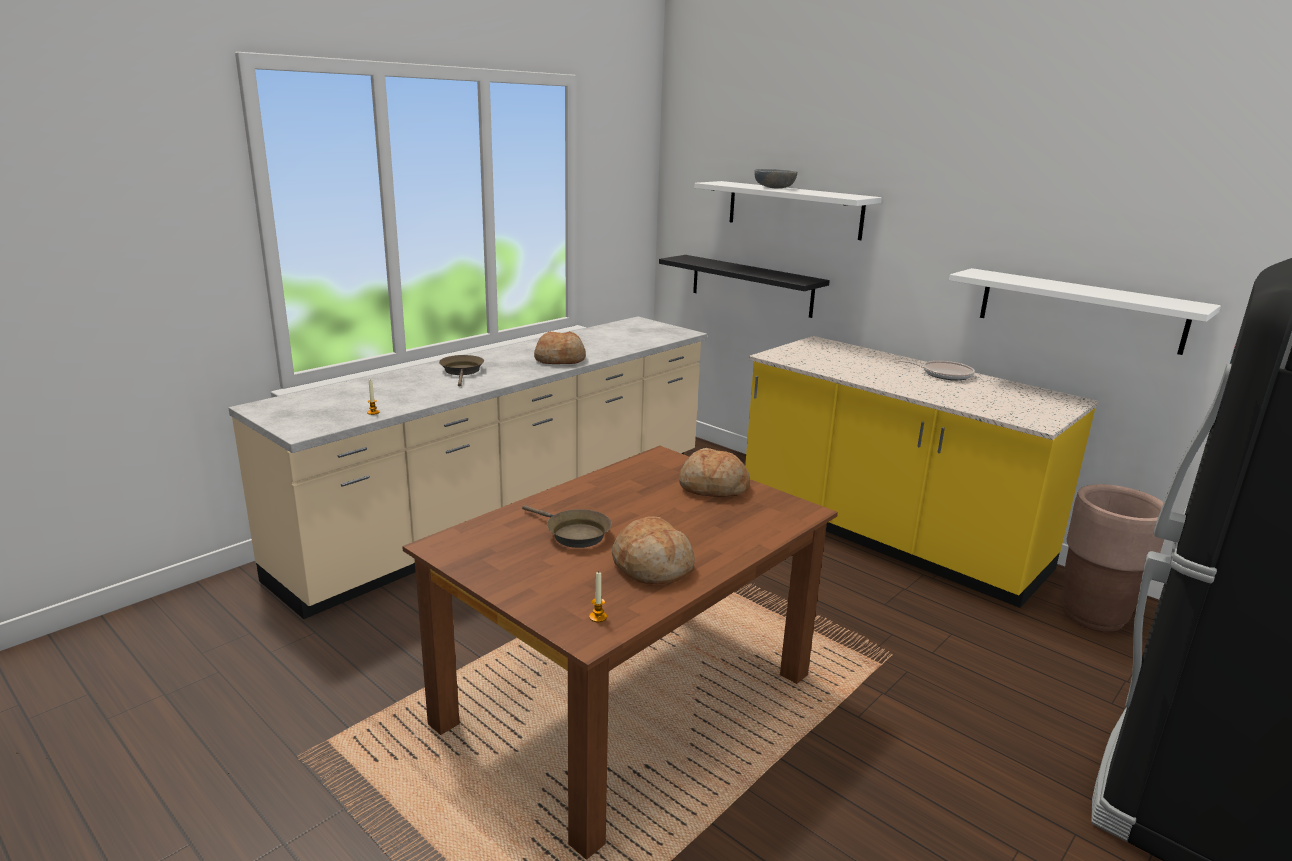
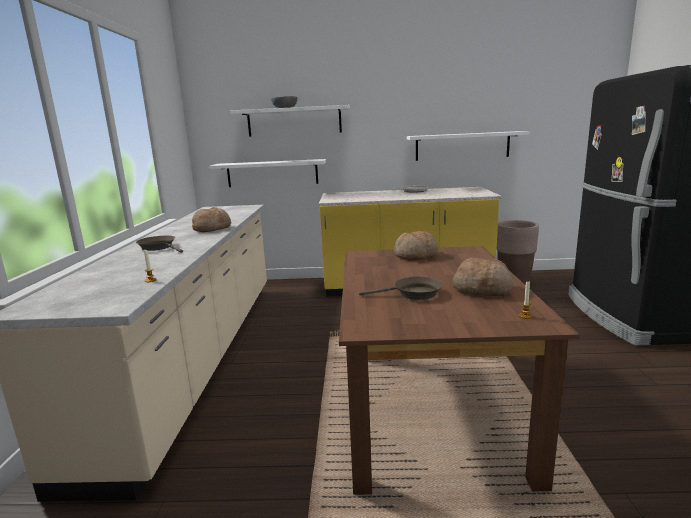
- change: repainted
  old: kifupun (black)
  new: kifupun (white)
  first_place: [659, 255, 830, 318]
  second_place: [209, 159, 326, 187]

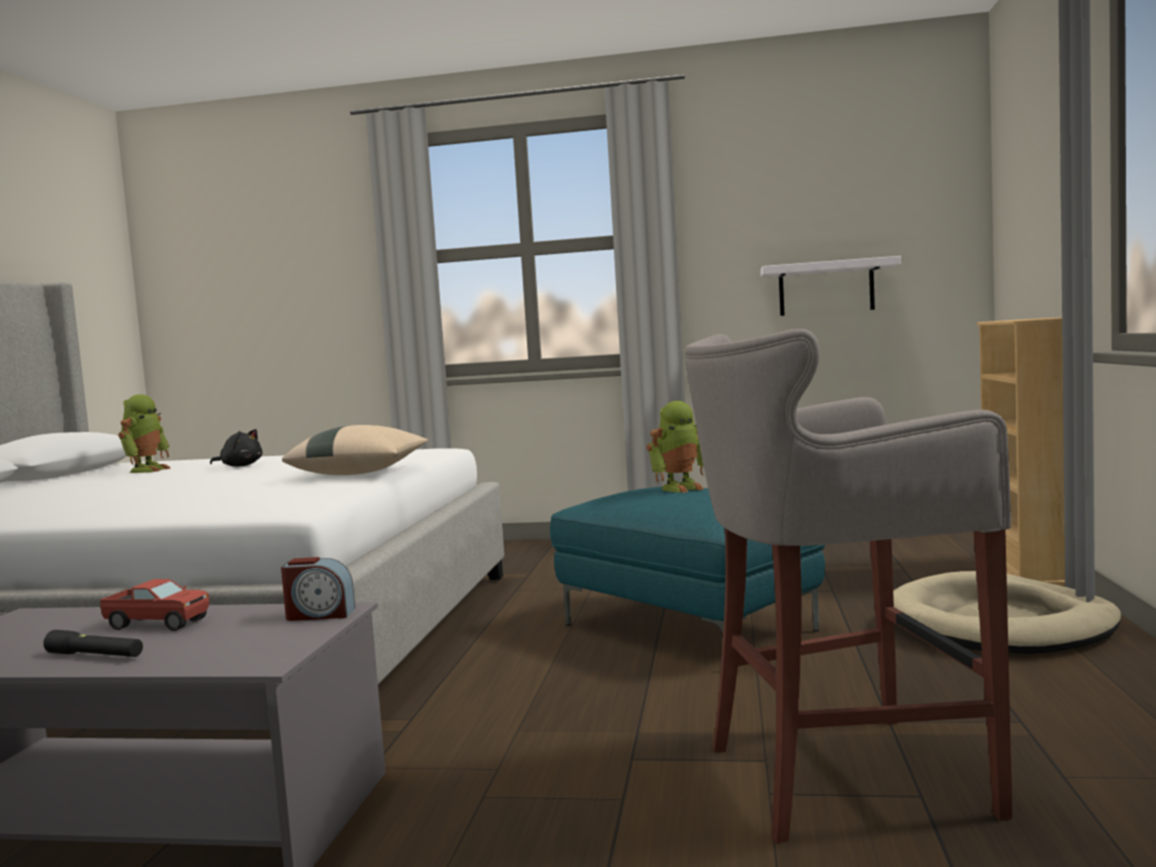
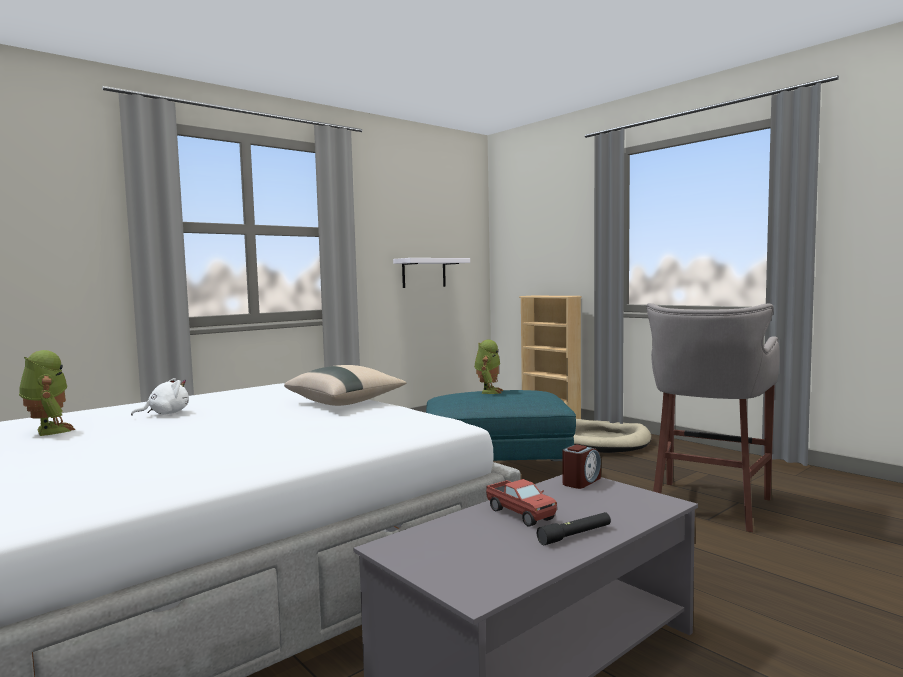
- change: repainted
  old: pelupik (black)
  new: pelupik (white)
  first_place: [210, 429, 262, 467]
  second_place: [131, 378, 189, 416]
- change: rotated
  old: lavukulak
  first_place: [100, 579, 209, 631]
  second_place: [486, 479, 557, 527]
  degrees: 90

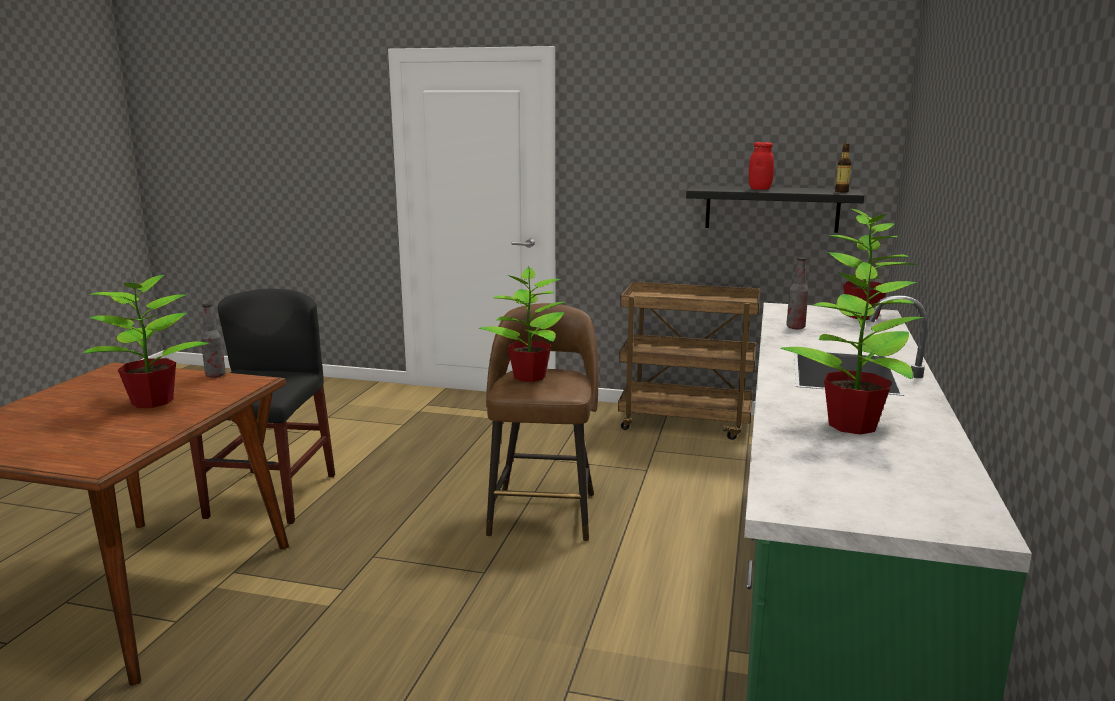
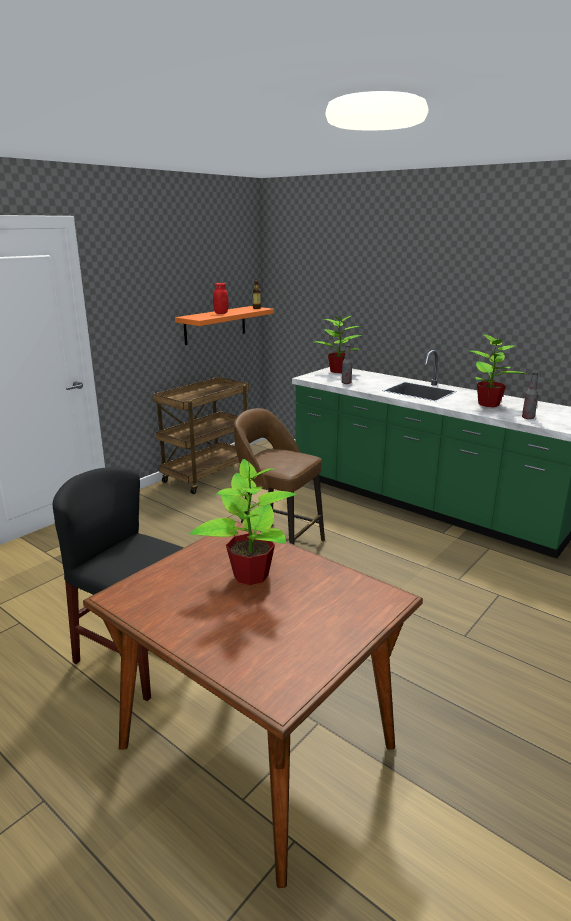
- change: repainted
  old: kifupun (black)
  new: kifupun (orange)
  first_place: [686, 185, 864, 233]
  second_place: [175, 306, 274, 345]
- change: gone
  old: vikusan
  first_place: [479, 266, 565, 382]
- change: shifted
  old: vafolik
  first_place: [201, 303, 226, 378]
  second_place: [522, 372, 539, 419]

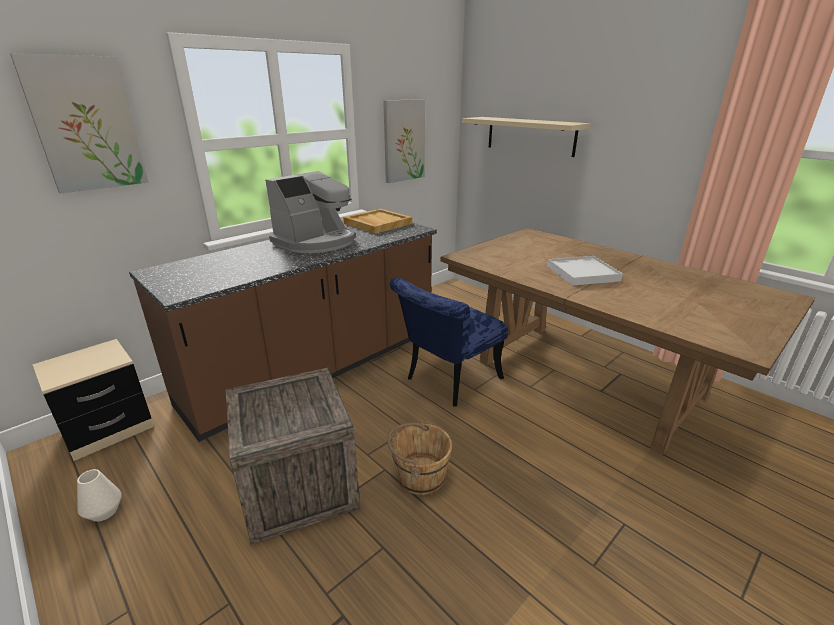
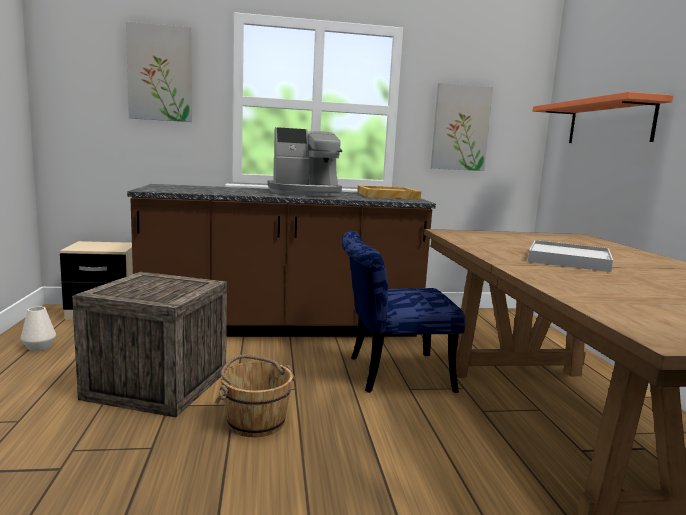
- change: repainted
  old: kifupun (beige)
  new: kifupun (orange)
  first_place: [462, 117, 591, 157]
  second_place: [533, 92, 673, 143]

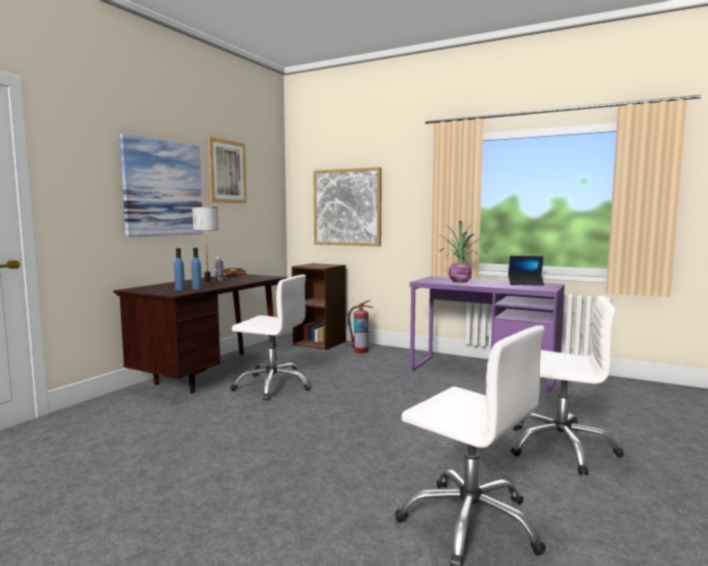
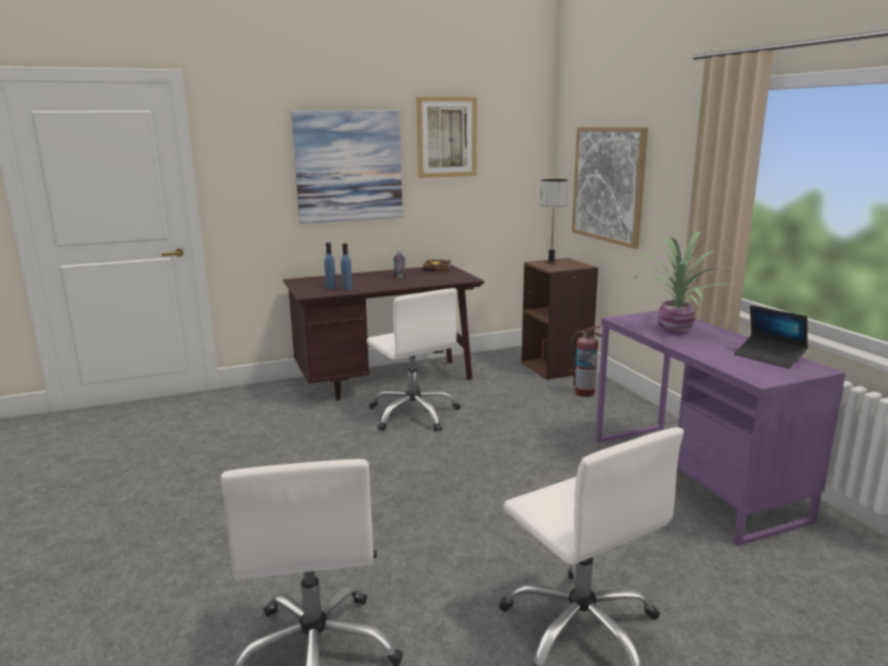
- change: shifted
  old: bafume
  first_place: [192, 207, 219, 284]
  second_place: [540, 179, 568, 264]

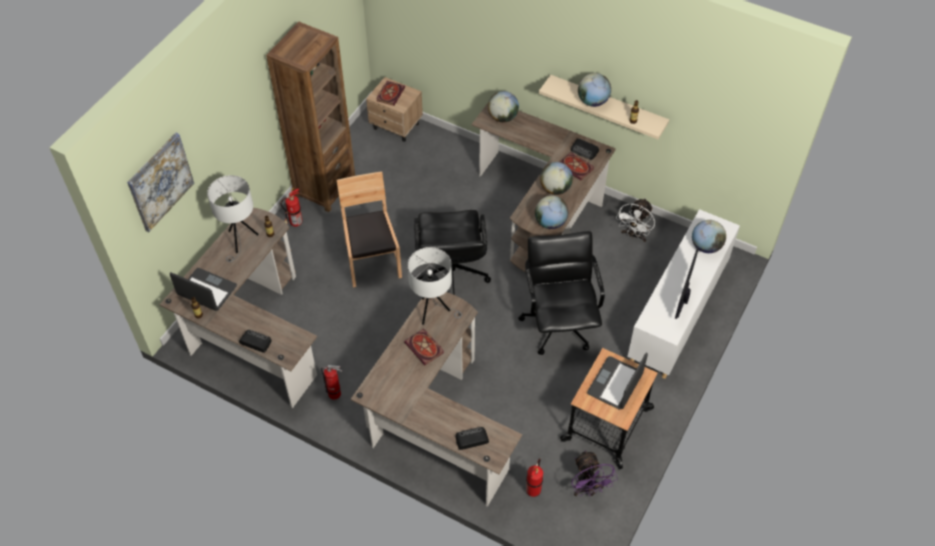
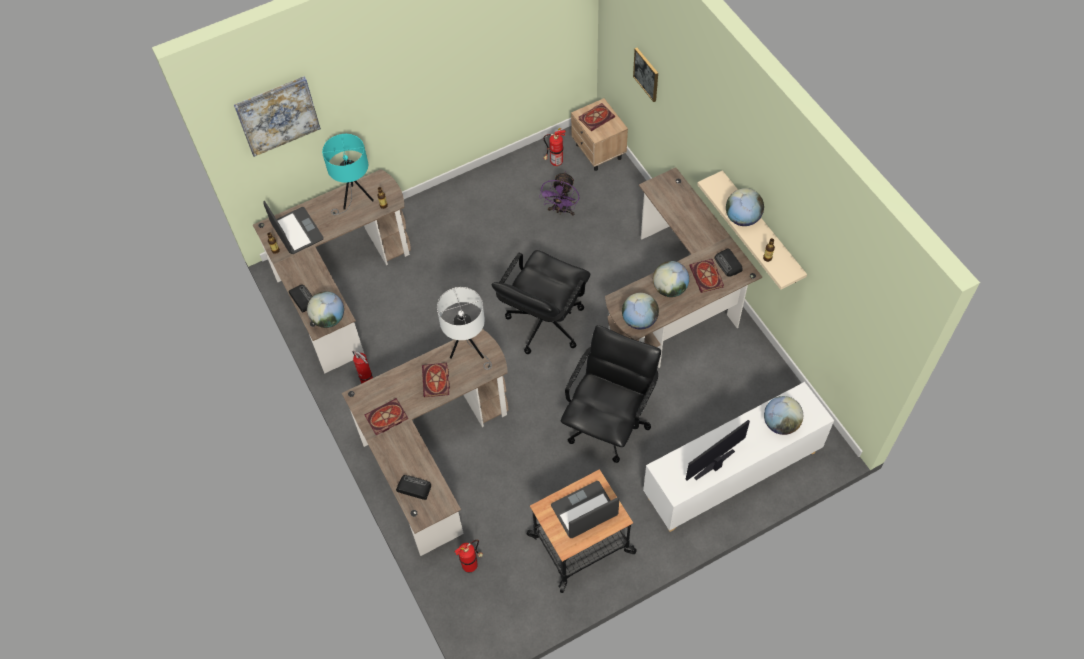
- change: gone
  old: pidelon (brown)
  first_place: [266, 22, 355, 212]
- change: shifted
  old: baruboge
  first_place: [488, 91, 519, 122]
  second_place: [307, 291, 344, 328]
- change: gone
  old: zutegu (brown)
  first_place: [337, 171, 402, 287]
- change: repainted
  old: bafume (white)
  new: bafume (turquoise)
  first_place: [207, 175, 259, 262]
  second_place: [322, 134, 374, 215]
- change: shifted
  old: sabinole
  first_place: [280, 188, 302, 227]
  second_place: [543, 128, 566, 166]
- change: gone
  old: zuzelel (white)
  first_place: [616, 198, 655, 242]
- change: shifted
  old: zuzelel (purple)
  first_place: [571, 450, 618, 496]
  second_place: [539, 171, 579, 216]
- change: new
  new: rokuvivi
  second_place: [633, 48, 658, 102]
- change: new
  new: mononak
  second_place: [365, 398, 408, 435]

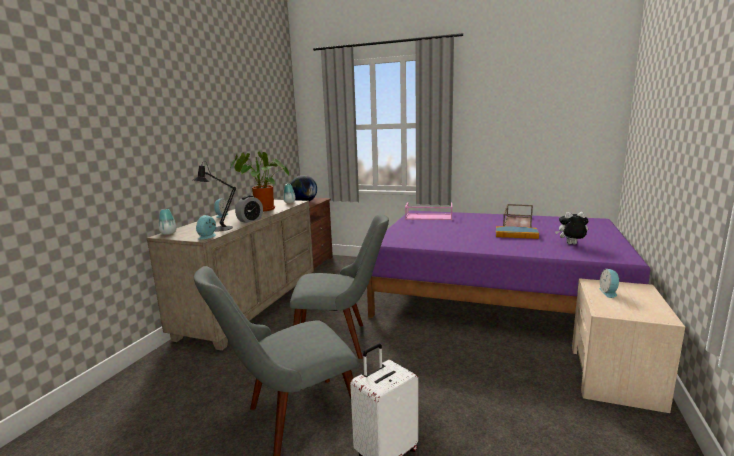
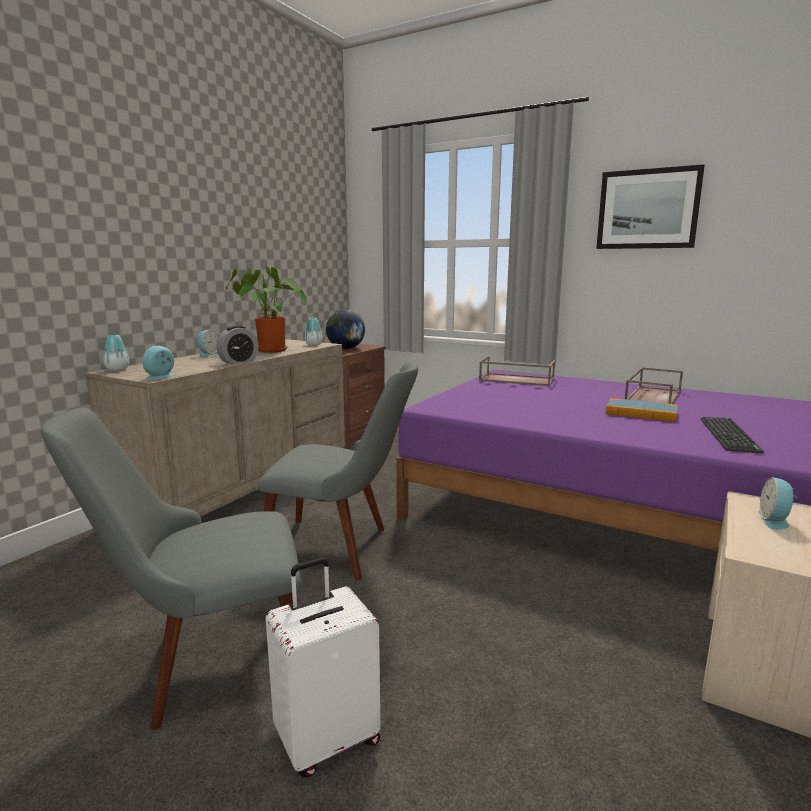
- change: gone
  old: bafume (black)
  first_place: [193, 161, 236, 231]
- change: repainted
  old: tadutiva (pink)
  new: tadutiva (brown)
  first_place: [405, 202, 452, 220]
  second_place: [479, 356, 555, 386]
- change: swapped
  old: pelupik
  new: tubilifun
  first_place: [555, 212, 589, 245]
  second_place: [701, 416, 764, 453]
- change: new
  new: rokuvivi
  second_place: [596, 164, 705, 249]

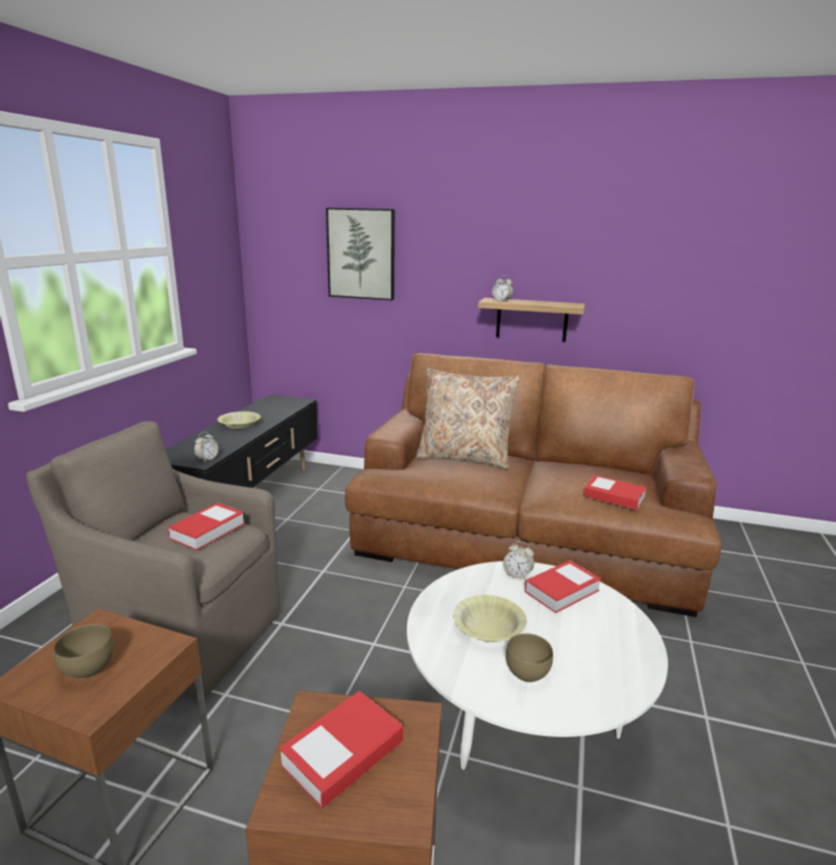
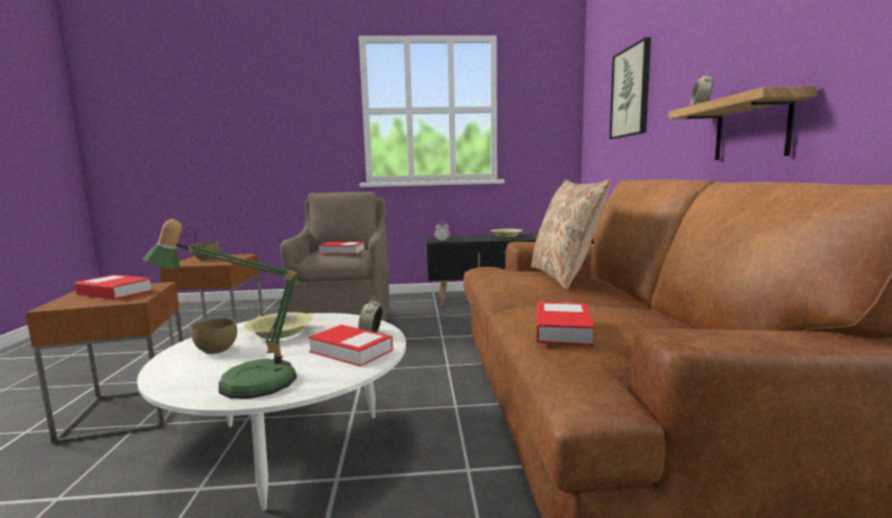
- change: new
  new: bafume
  second_place: [143, 219, 303, 399]

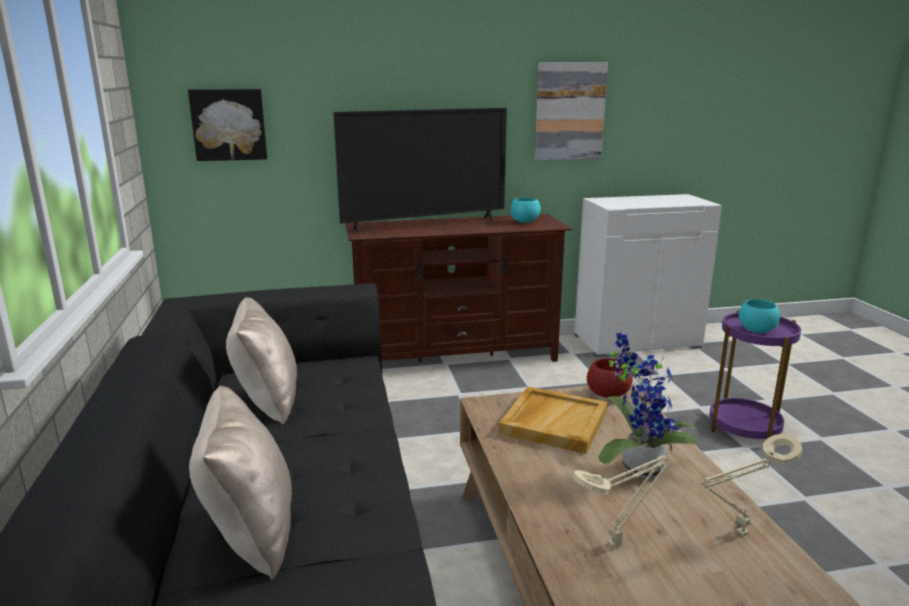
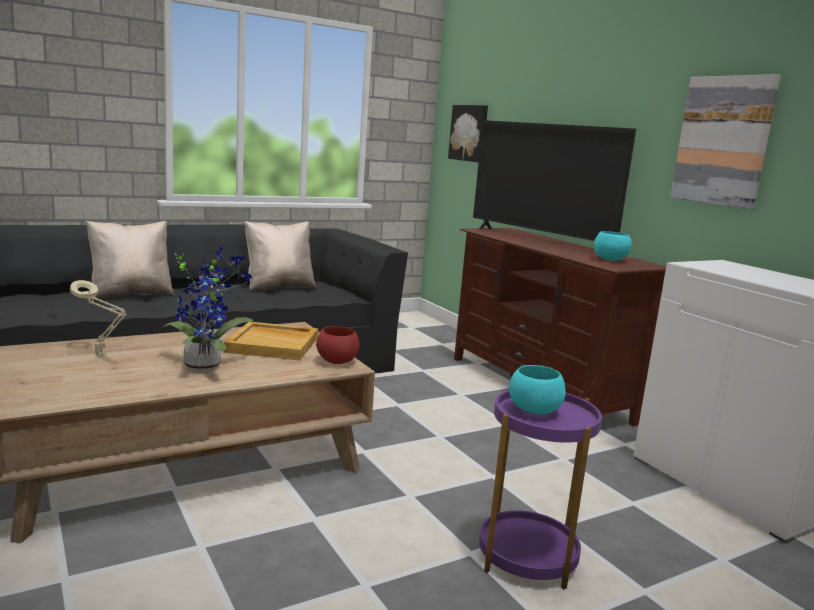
- change: gone
  old: bafume (beige)
  first_place: [700, 434, 802, 535]

